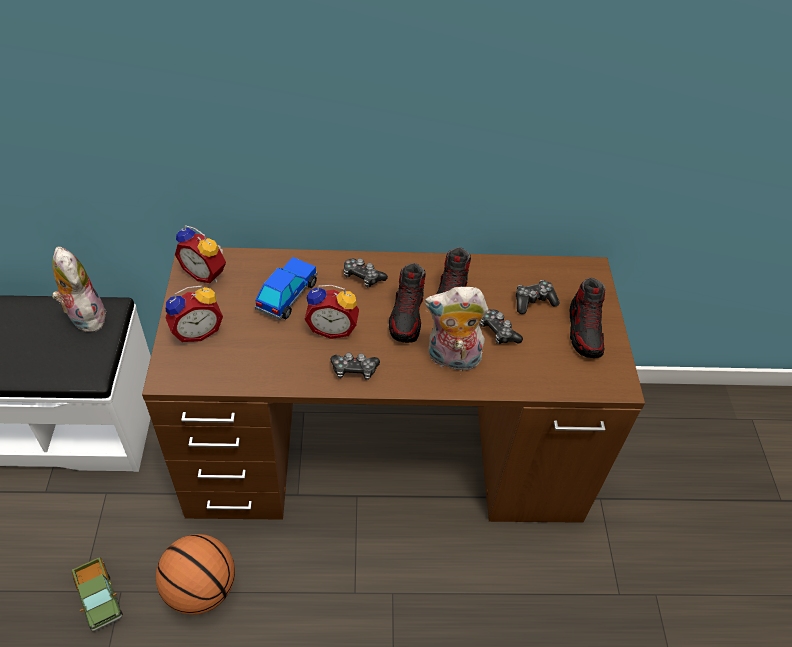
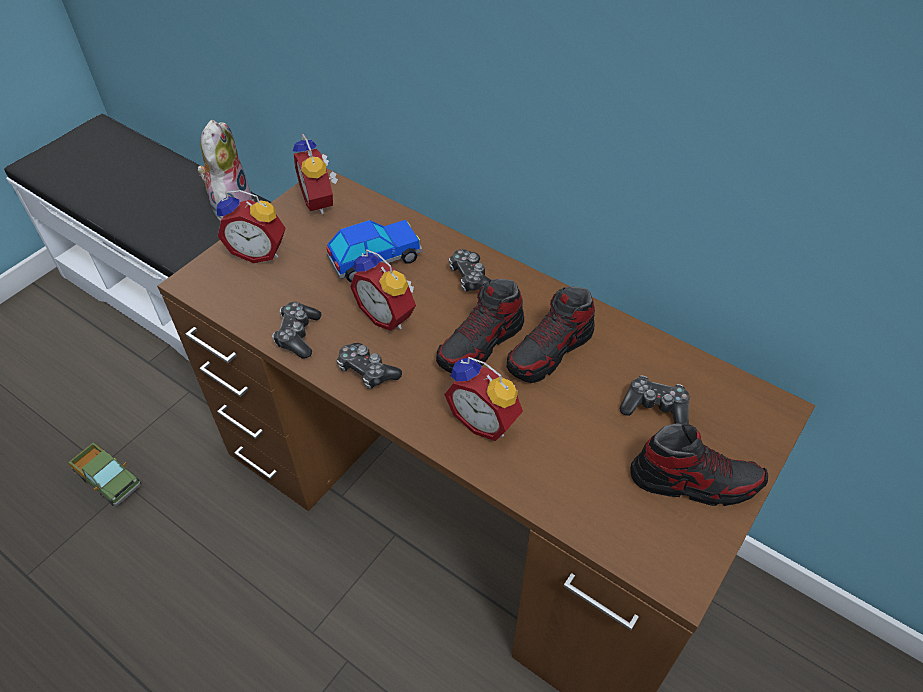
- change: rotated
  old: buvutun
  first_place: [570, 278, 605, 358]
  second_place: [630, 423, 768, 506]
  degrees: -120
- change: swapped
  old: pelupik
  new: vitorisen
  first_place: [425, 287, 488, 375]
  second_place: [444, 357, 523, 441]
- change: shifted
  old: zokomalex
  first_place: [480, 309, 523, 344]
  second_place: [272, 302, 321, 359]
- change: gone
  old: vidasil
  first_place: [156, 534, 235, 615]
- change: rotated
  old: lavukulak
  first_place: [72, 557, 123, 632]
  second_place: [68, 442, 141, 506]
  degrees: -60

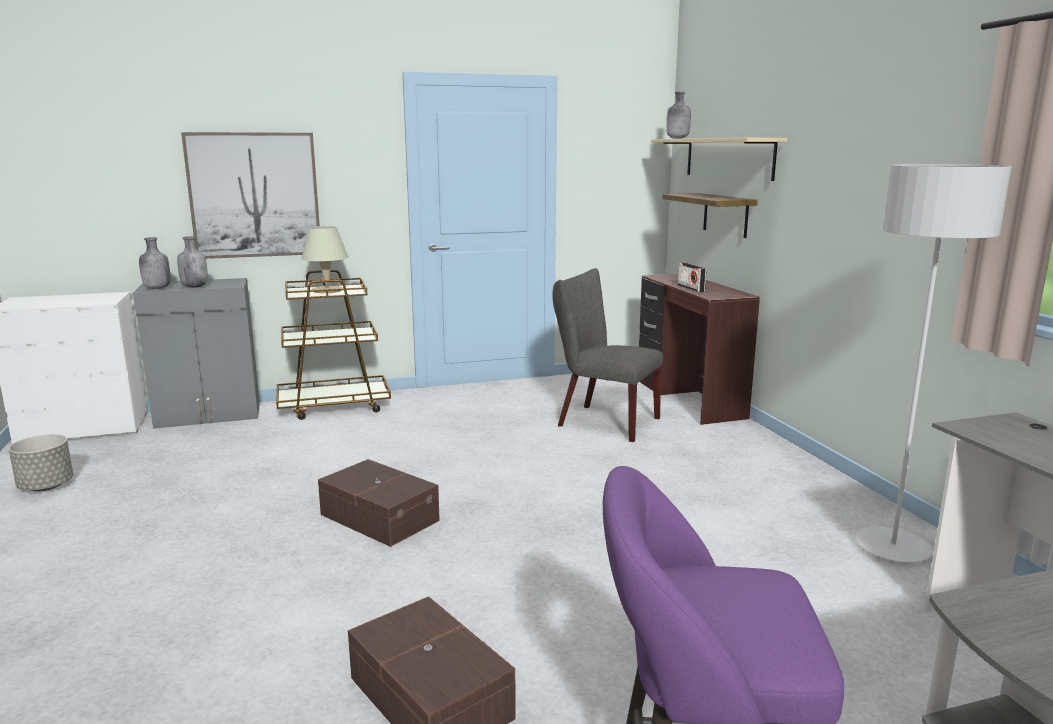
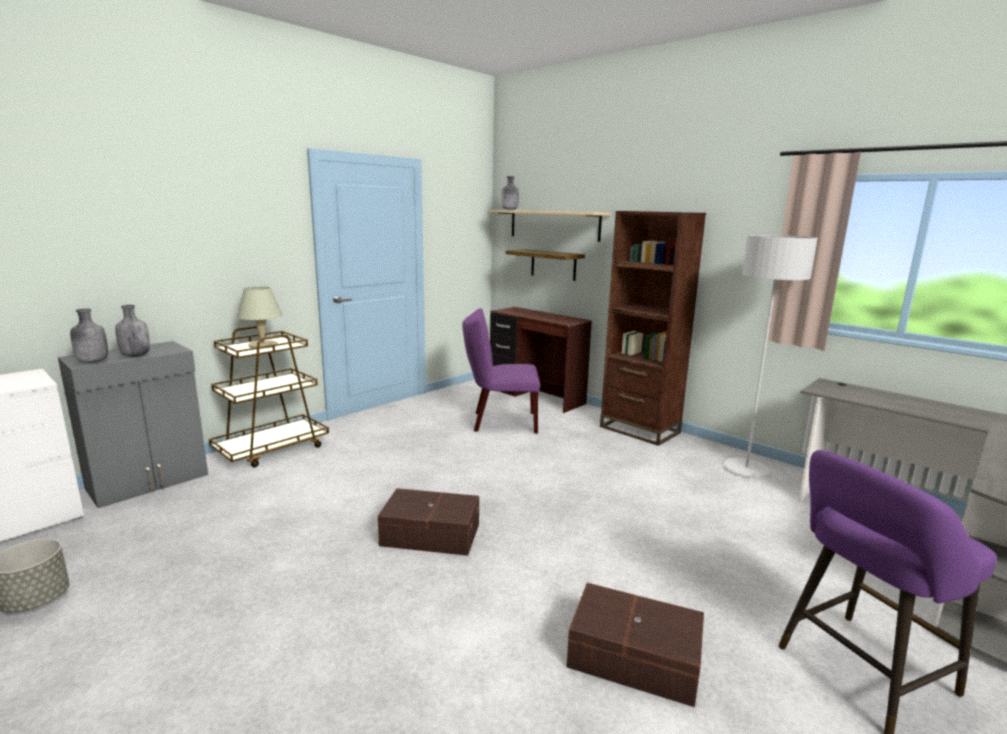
- change: gone
  old: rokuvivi
  first_place: [181, 132, 320, 259]
- change: gone
  old: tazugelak
  first_place: [677, 262, 706, 292]
- change: repainted
  old: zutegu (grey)
  new: zutegu (purple)
  first_place: [553, 268, 663, 442]
  second_place: [462, 308, 540, 434]
- change: new
  new: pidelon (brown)
  second_place: [600, 211, 706, 446]

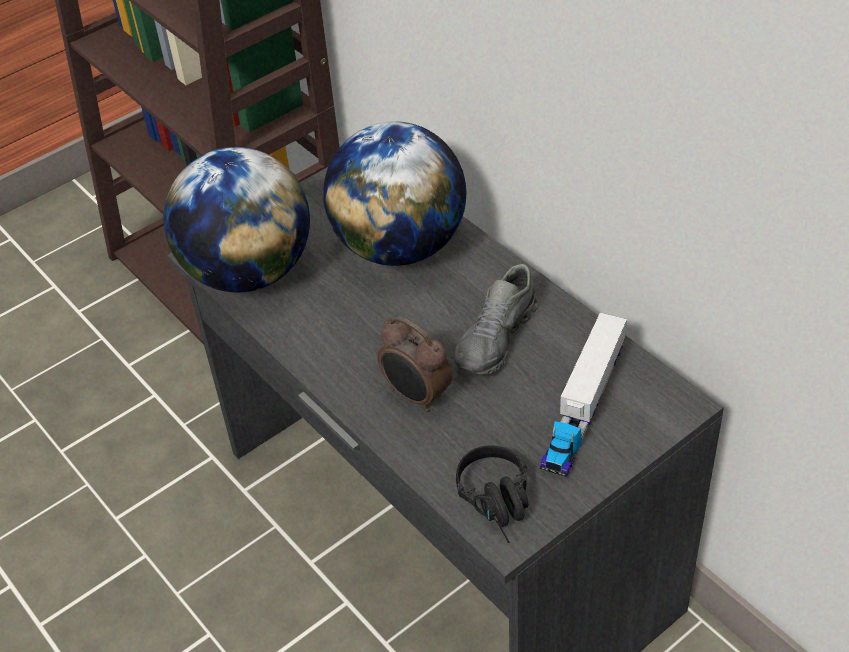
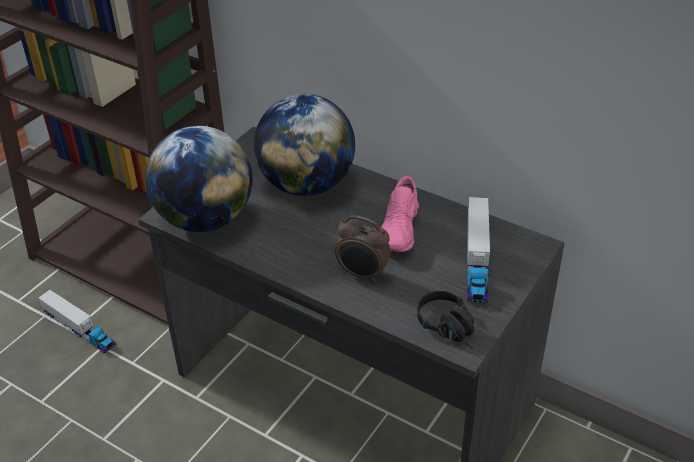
- change: repainted
  old: buvutun (grey)
  new: buvutun (pink)
  first_place: [454, 264, 539, 375]
  second_place: [381, 176, 419, 252]
- change: new
  new: lavukulak
  second_place: [38, 290, 116, 353]

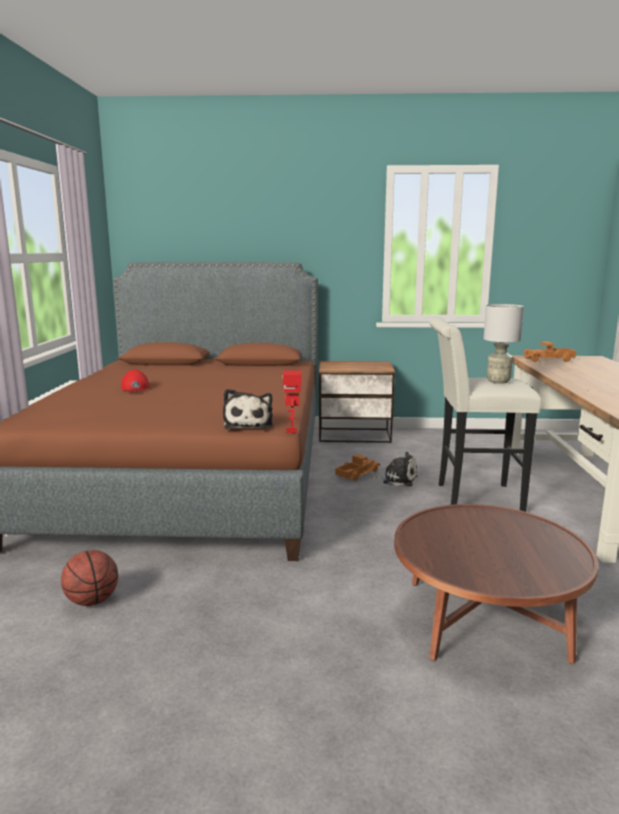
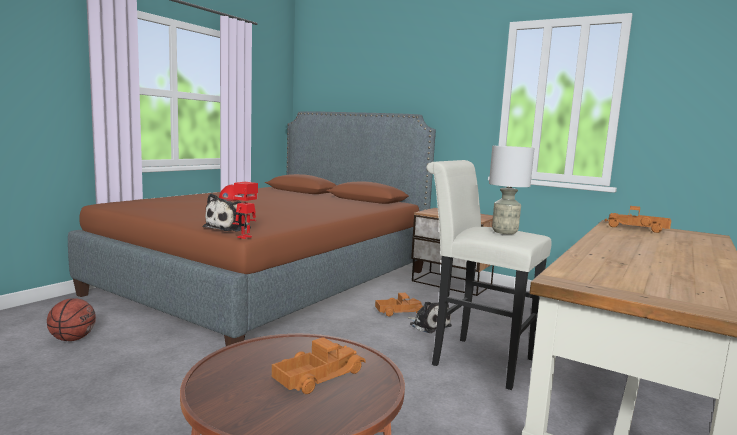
- change: new
  new: lavukulak
  second_place: [272, 337, 366, 394]

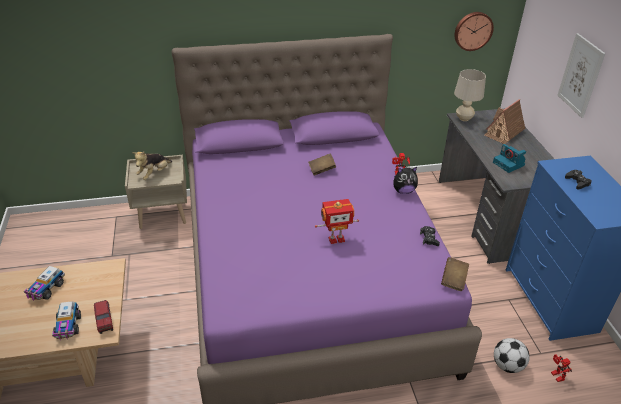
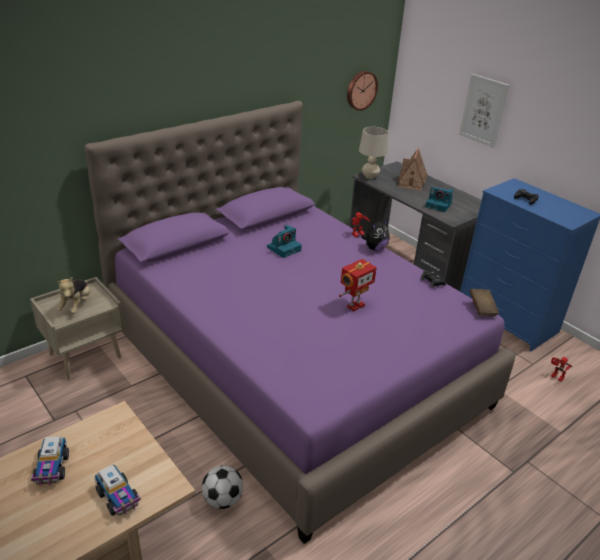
- change: swapped
  old: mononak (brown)
  new: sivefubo
  first_place: [308, 153, 336, 176]
  second_place: [267, 225, 302, 258]
- change: gone
  old: lavukulak
  first_place: [94, 300, 113, 334]
- change: shifted
  old: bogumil
  first_place: [494, 338, 530, 373]
  second_place: [202, 465, 243, 509]

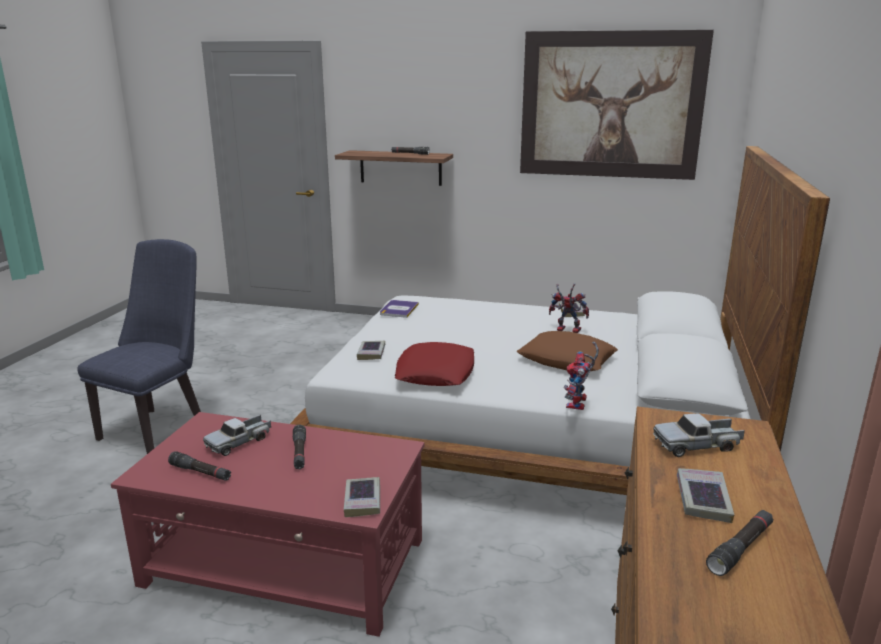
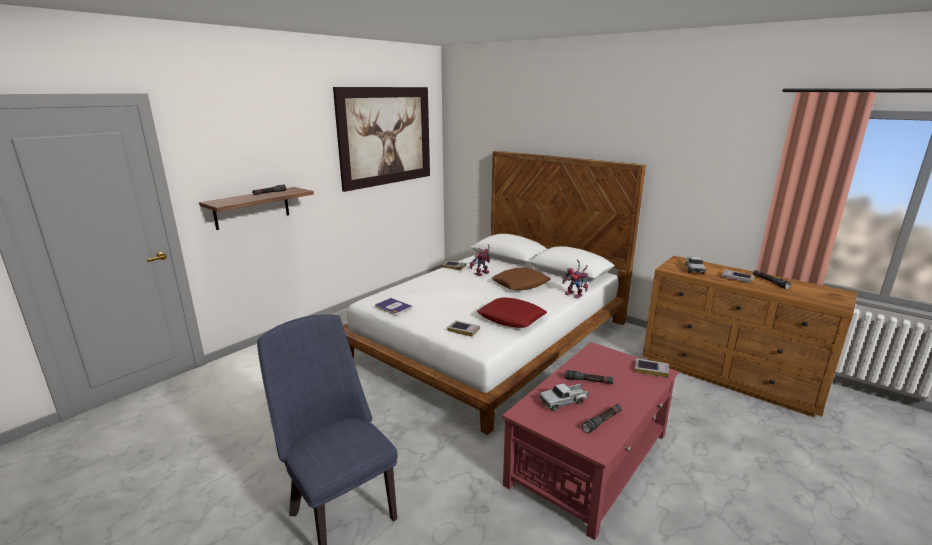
- change: rotated
  old: lavukulak
  first_place: [203, 415, 271, 456]
  second_place: [539, 383, 589, 411]
  degrees: 90

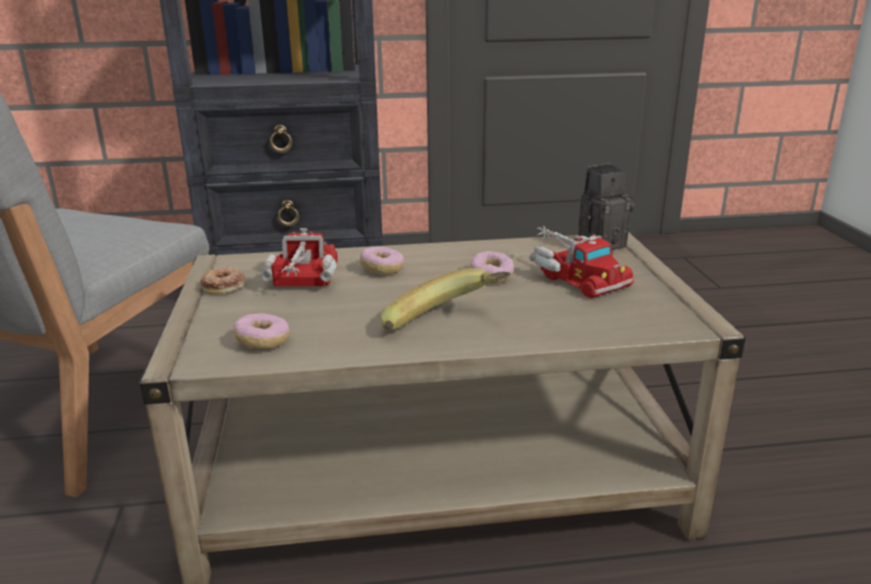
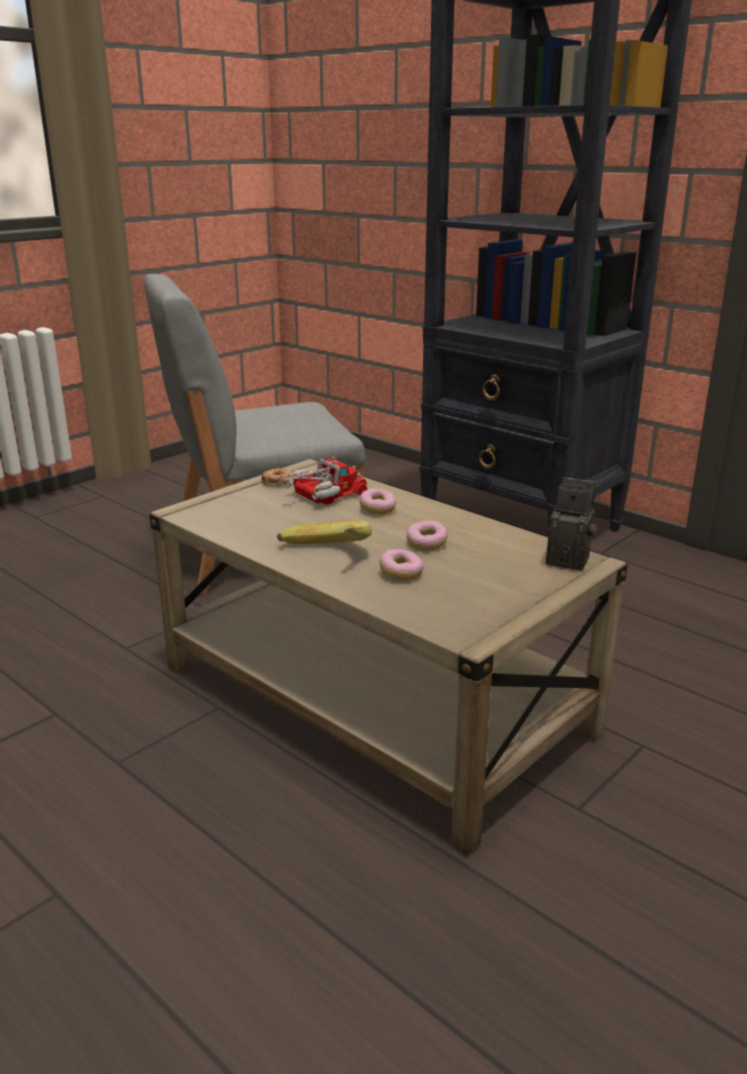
- change: gone
  old: lavukulak
  first_place: [530, 226, 634, 298]
- change: shifted
  old: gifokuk
  first_place: [234, 313, 290, 349]
  second_place: [380, 549, 423, 581]

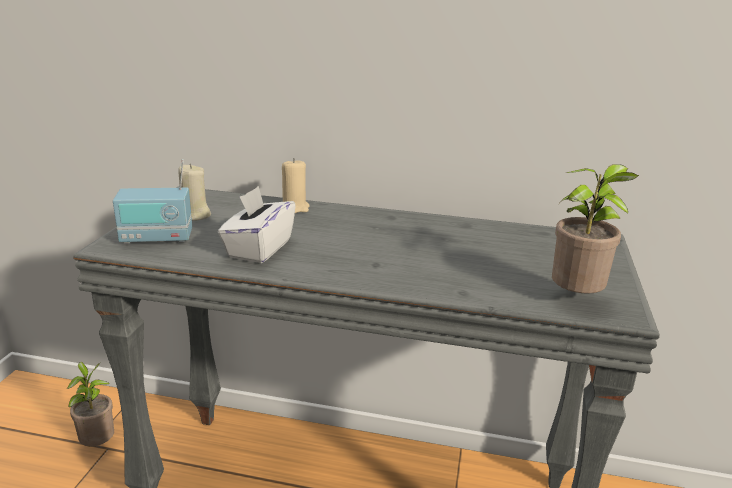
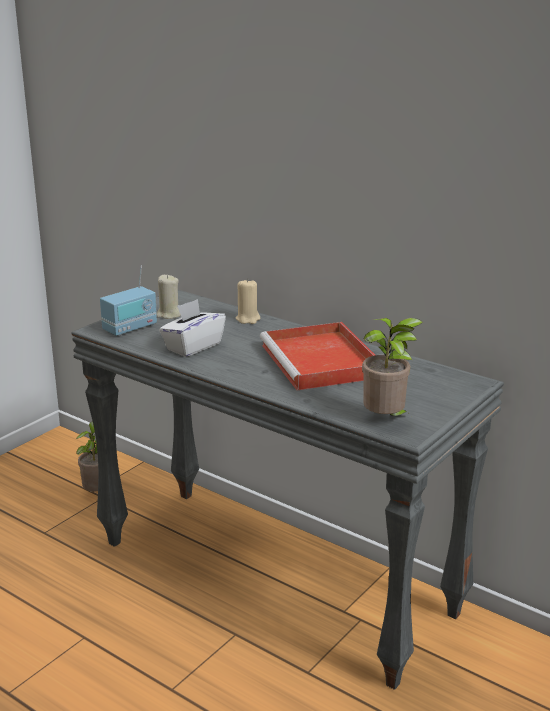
- change: rotated
  old: tazugelak
  first_place: [113, 159, 192, 244]
  second_place: [100, 266, 157, 336]
  degrees: -60
- change: new
  new: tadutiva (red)
  second_place: [260, 322, 375, 390]

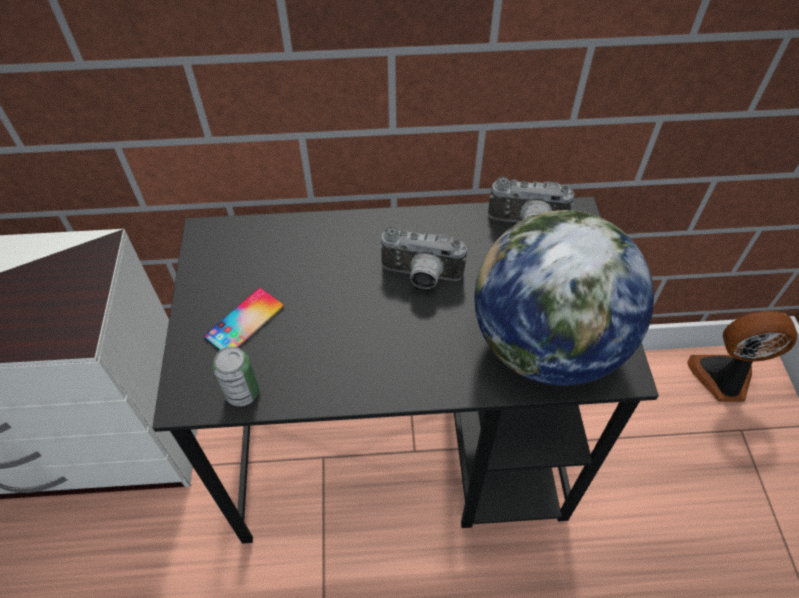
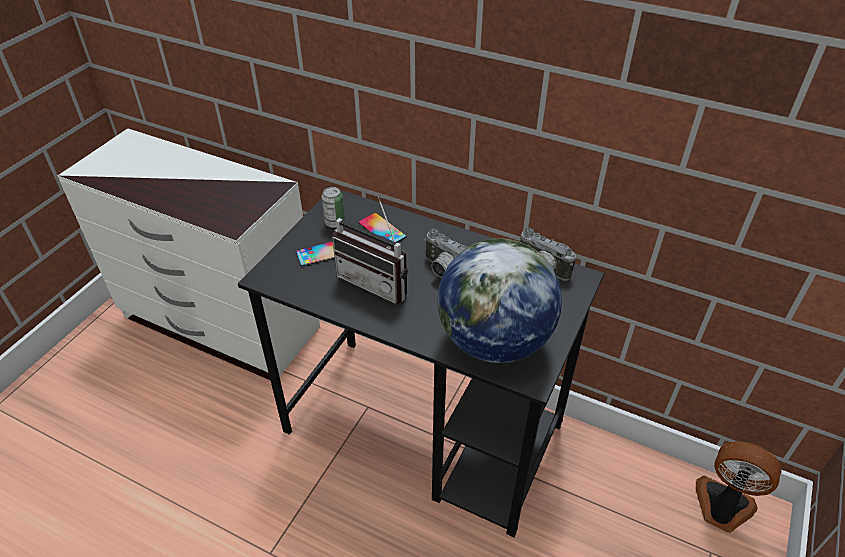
- change: shifted
  old: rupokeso
  first_place: [213, 346, 259, 406]
  second_place: [321, 187, 345, 228]
- change: new
  new: tazugelak
  second_place: [332, 196, 408, 304]
- change: new
  new: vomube
  second_place: [359, 213, 407, 243]

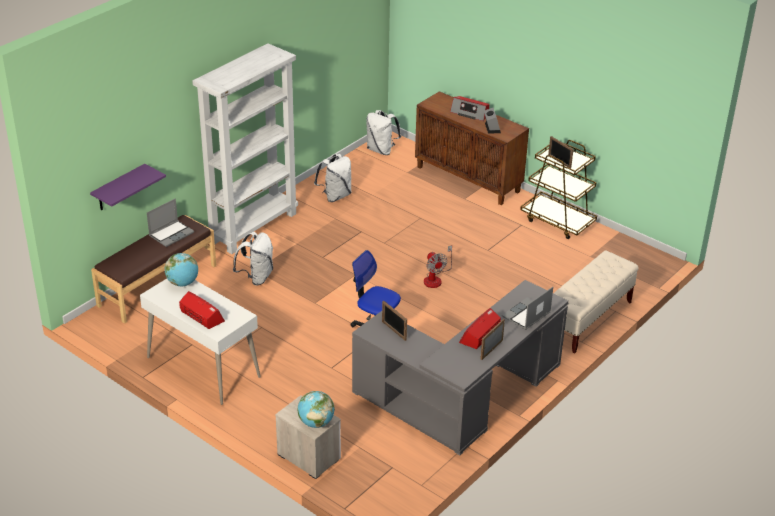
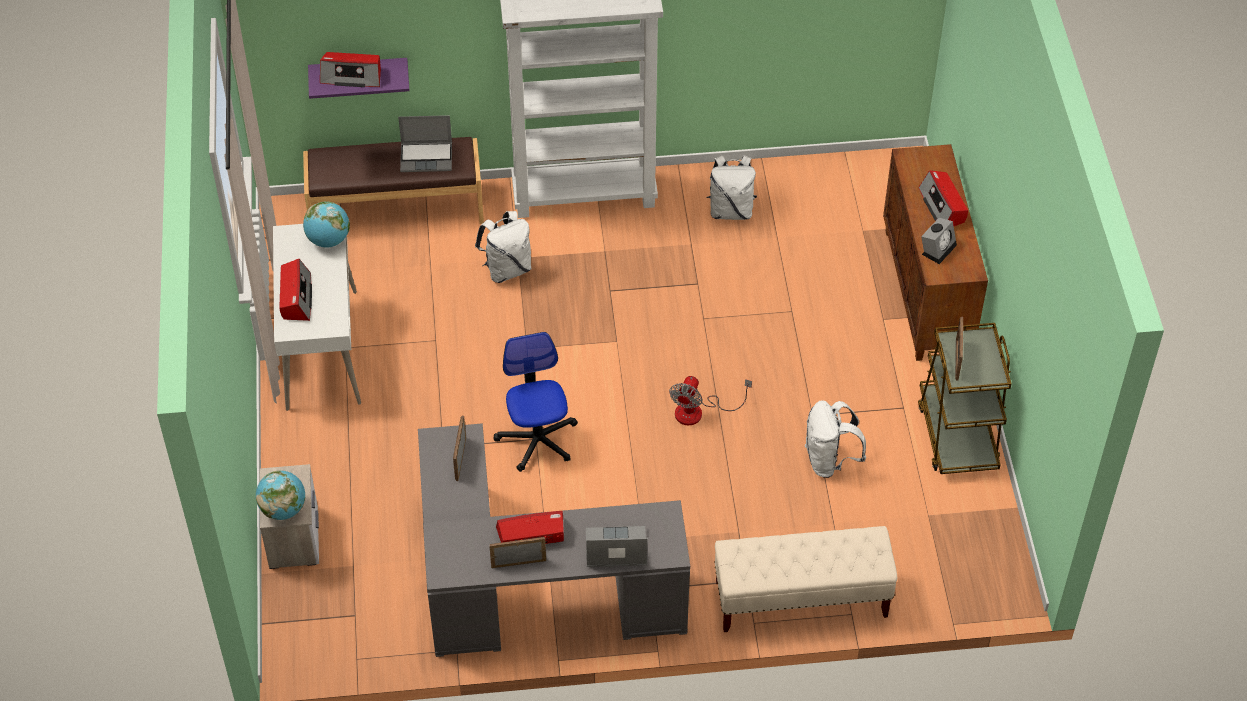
- change: shifted
  old: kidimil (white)
  first_place: [366, 110, 401, 155]
  second_place: [805, 400, 866, 478]
- change: new
  new: tazugelak
  second_place: [320, 52, 381, 87]

